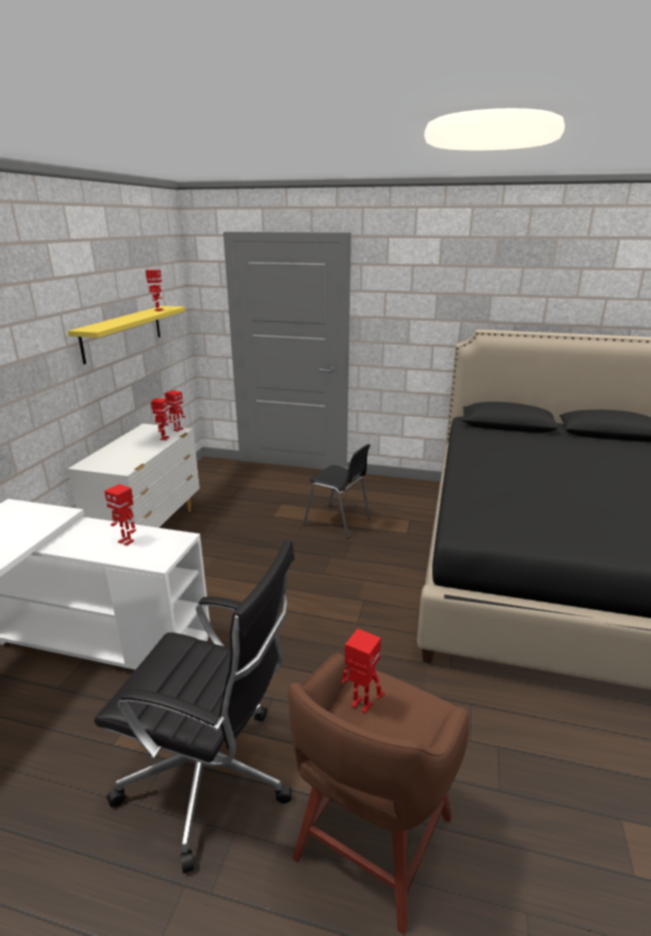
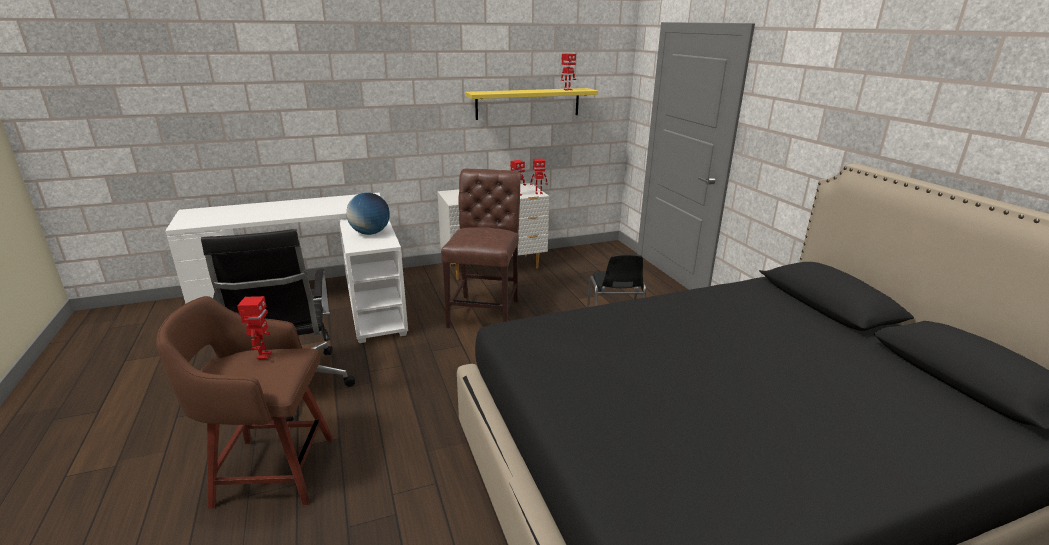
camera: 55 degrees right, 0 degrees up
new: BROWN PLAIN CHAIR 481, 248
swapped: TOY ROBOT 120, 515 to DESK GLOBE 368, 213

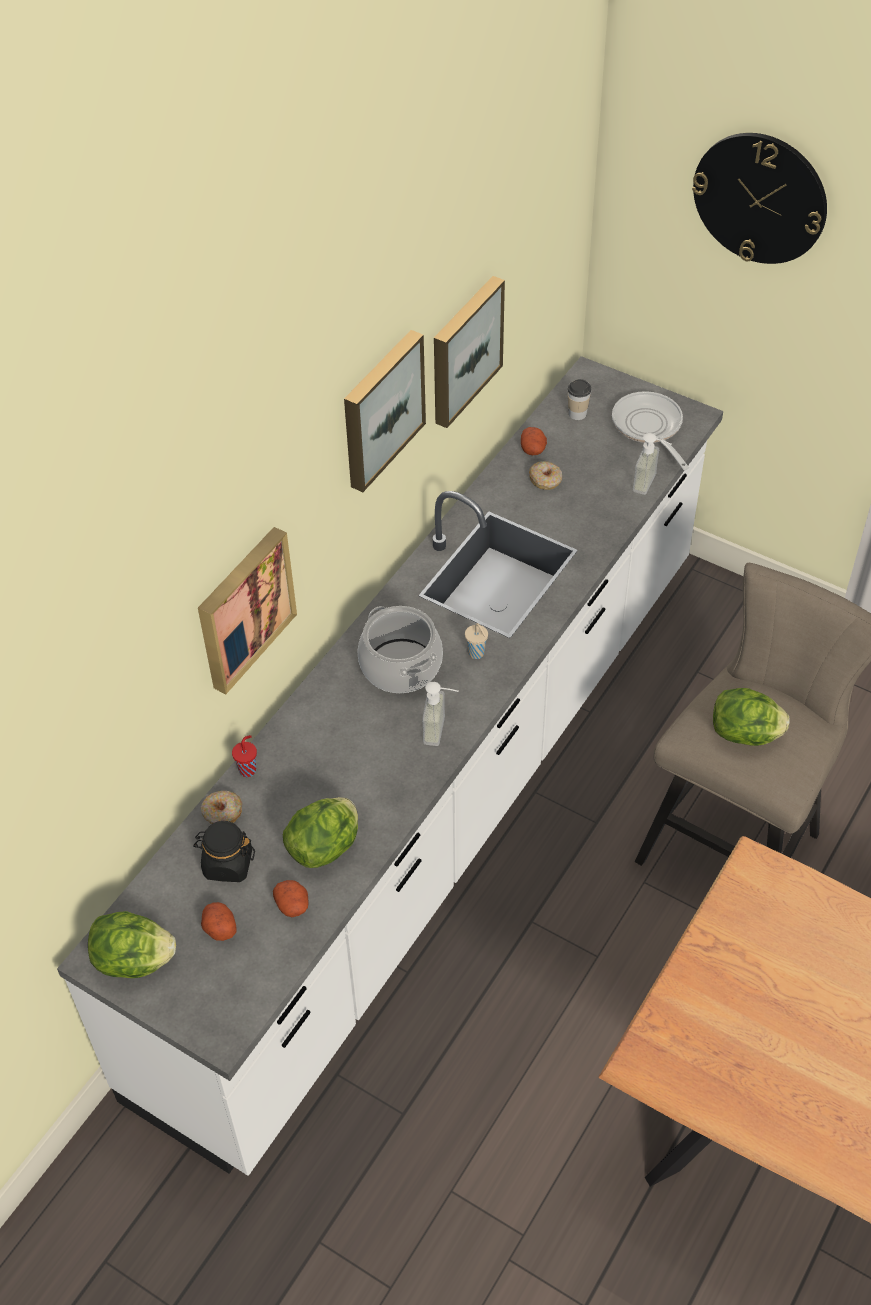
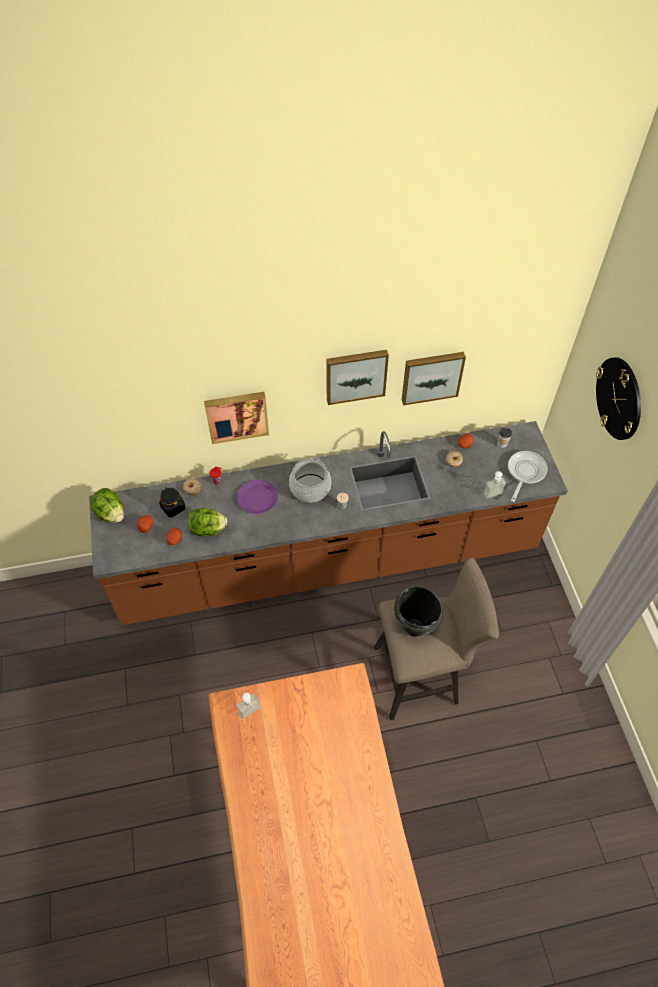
camera: 45 degrees right, 5 degrees up
new: PURPLE-COLOURED DINNER PLATE 257, 497
shifted: LIQUID SOAP BOTTLE 440, 714 to 248, 706
swapped: LETTUCE 751, 717 to BLACKISH COOKING POT 418, 611
repainted: WHITE COUNTER 390, 766 to BROWN COUNTER 328, 523

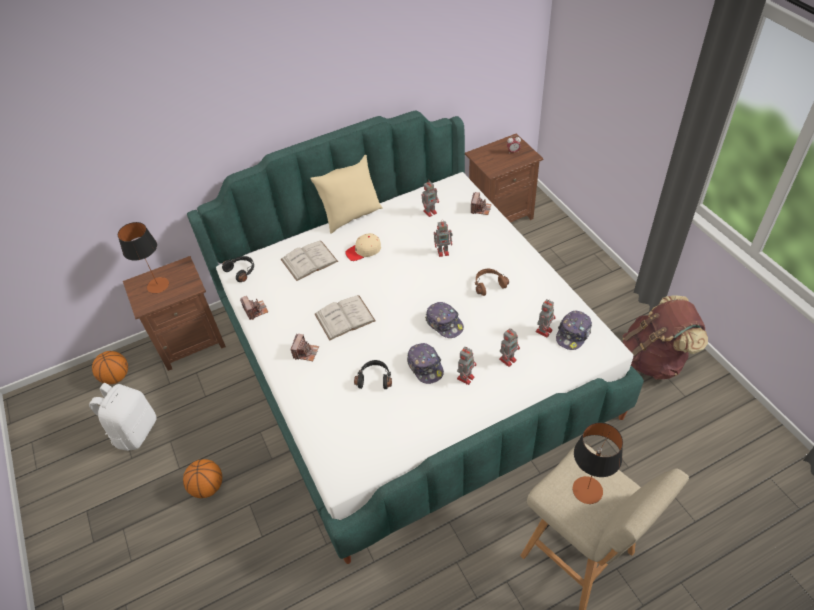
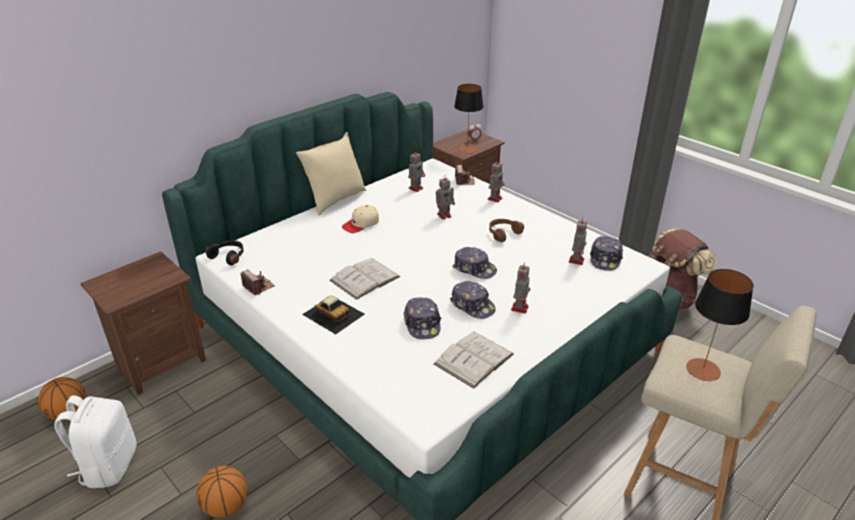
camera: 20 degrees left, 15 degrees down
shifted: TABLETOP LAMP 143, 258 to 468, 119; WHITE VOLUME 309, 260 to 474, 360; TOY ROBOT 509, 347 to 496, 181
swapped: PHOTO CAMERA 304, 347 to MINIATURE CAR 333, 315; BLACKISH HEADPHONES 373, 374 to PEAKED CAP 422, 318

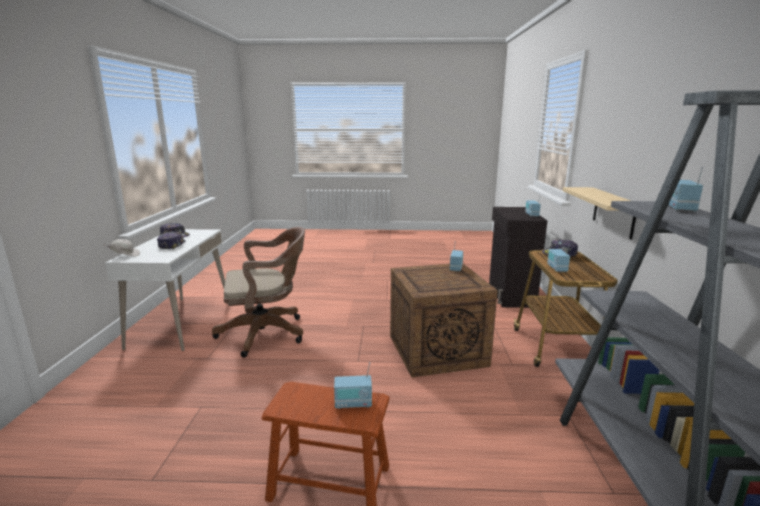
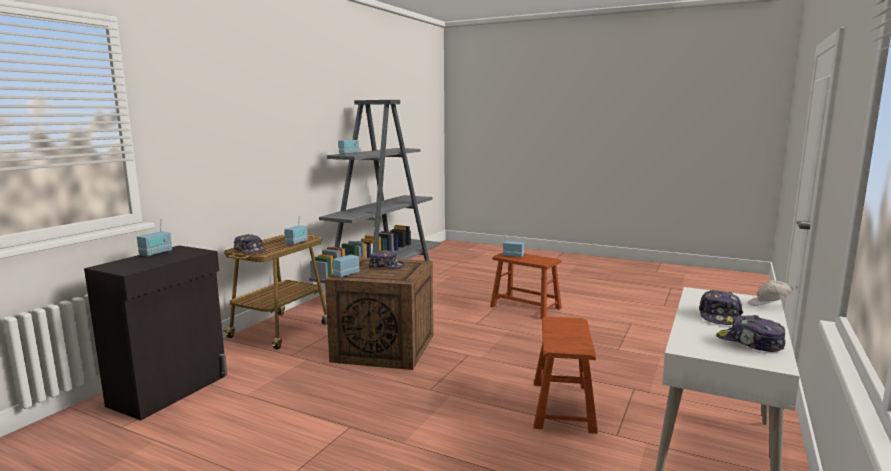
camera: 155 degrees left, 5 degrees down
gone: SAND-COLOURED WALL SHELF 599, 213
new: PEAKED CAP 387, 259
swapped: BROWN OFFICE CHAIR 258, 292 to BROWN STOOL SEAT 565, 375

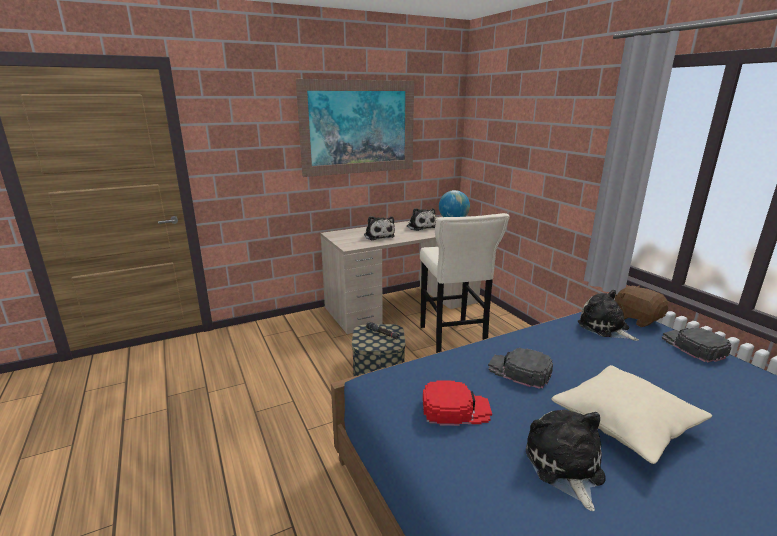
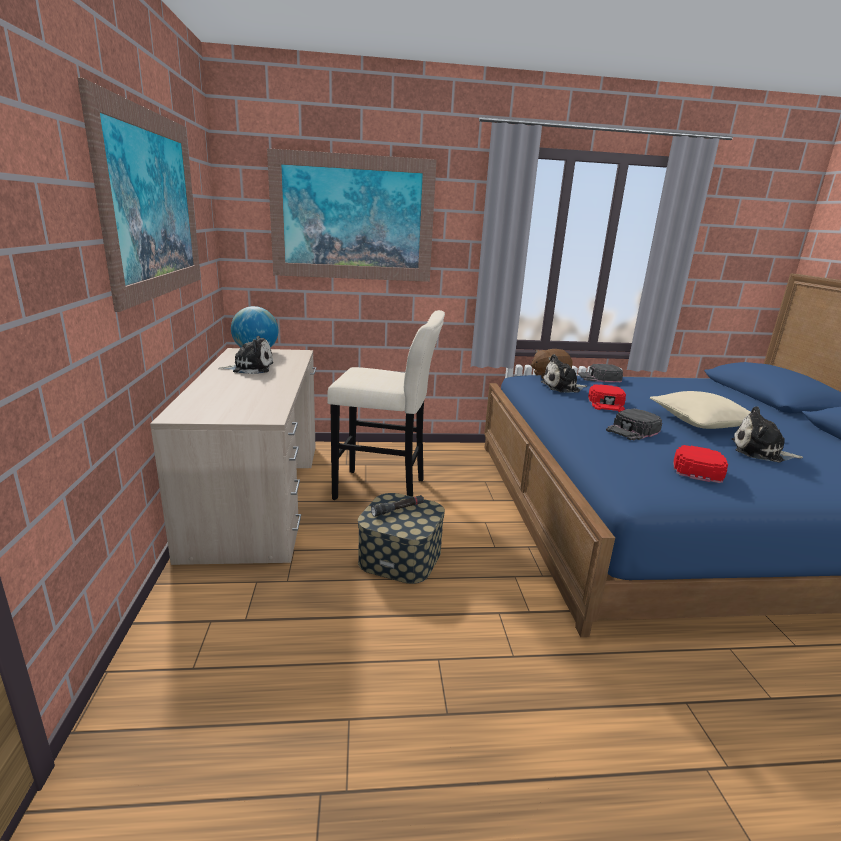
camera: 70 degrees left, 0 degrees up
gone: SOFT TOY 379, 228
new: WALL ART 351, 215; RED PEAKED CAP 607, 398

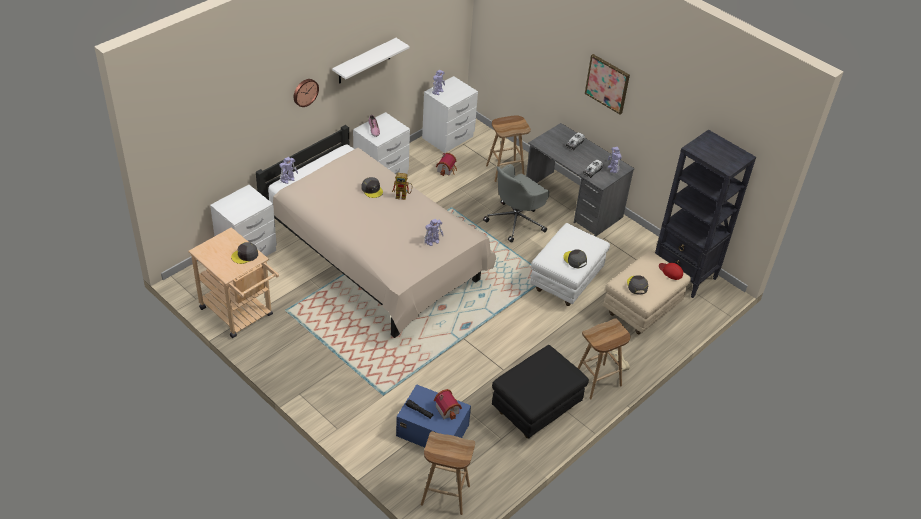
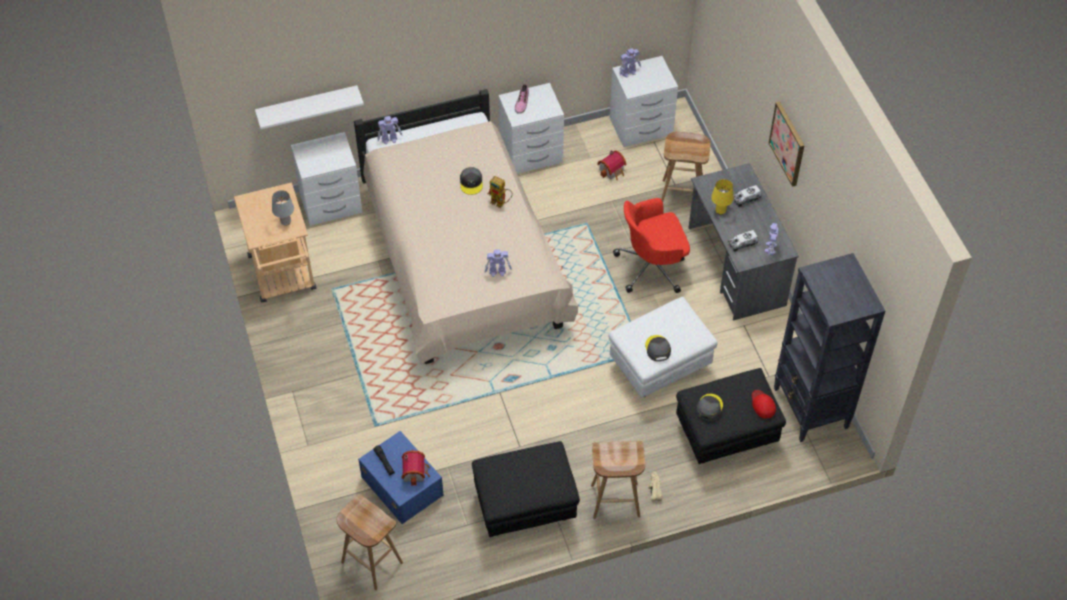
camera: 30 degrees right, 10 degrees up
gone: CLOCK ON THE WALL 306, 93
new: YELLOW-COLOURED TABLETOP LAMP 722, 196
shifted: WHITE WALL SHELF 371, 61 to 309, 107
swapped: GRAY PEAKED CAP 244, 253 to GRAY TABLETOP LAMP 283, 208
repainted: GRAY OFFICE CHAIR 516, 203 to RED OFFICE CHAIR 651, 245; SAND-COLOURED POUFFE 647, 292 to BLACKISH POUFFE 731, 416

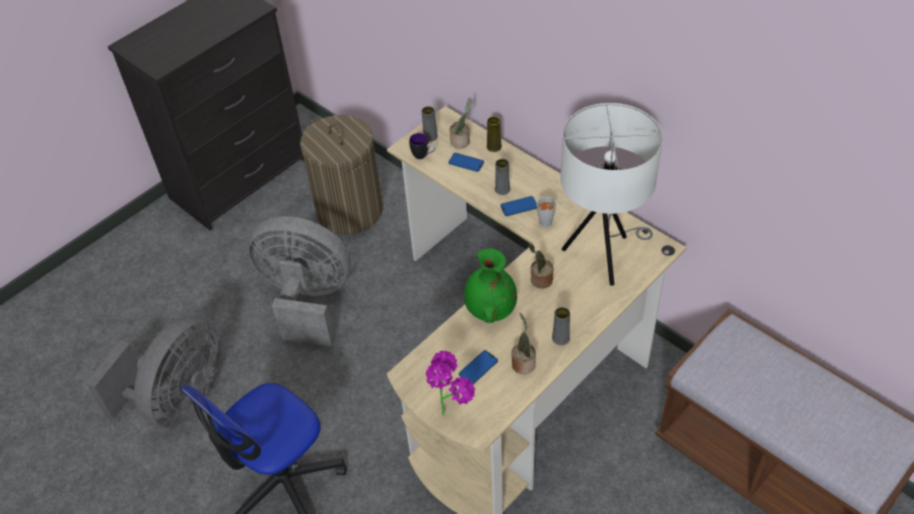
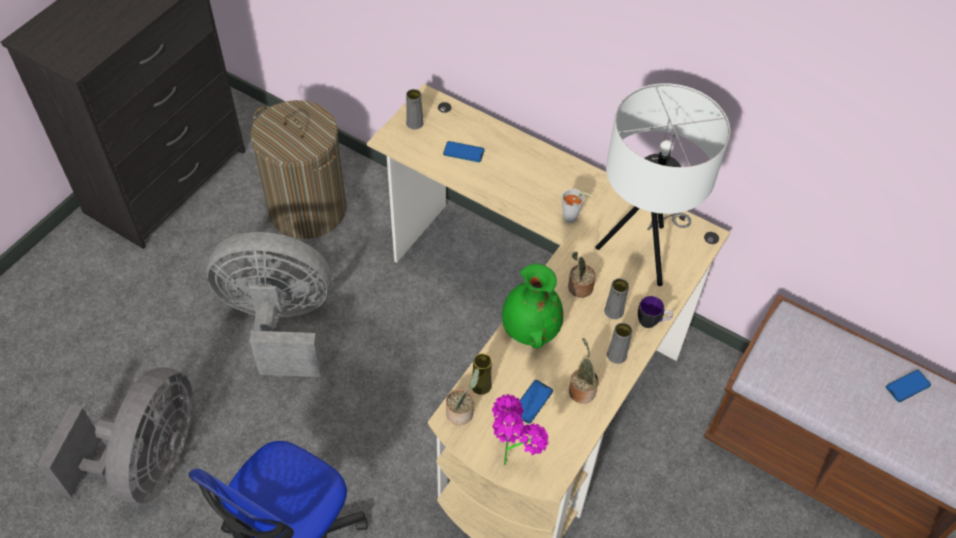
camera: 15 degrees left, 5 degrees up
shifted: MUG 422, 146 to 655, 312; PLANT IN A POT 460, 123 to 462, 396; YELLOW-COLOURED DECORATIVE VASE 494, 134 to 482, 374; GRAY DECORATIVE VASE 502, 177 to 616, 298; PHONE 519, 206 to 908, 386

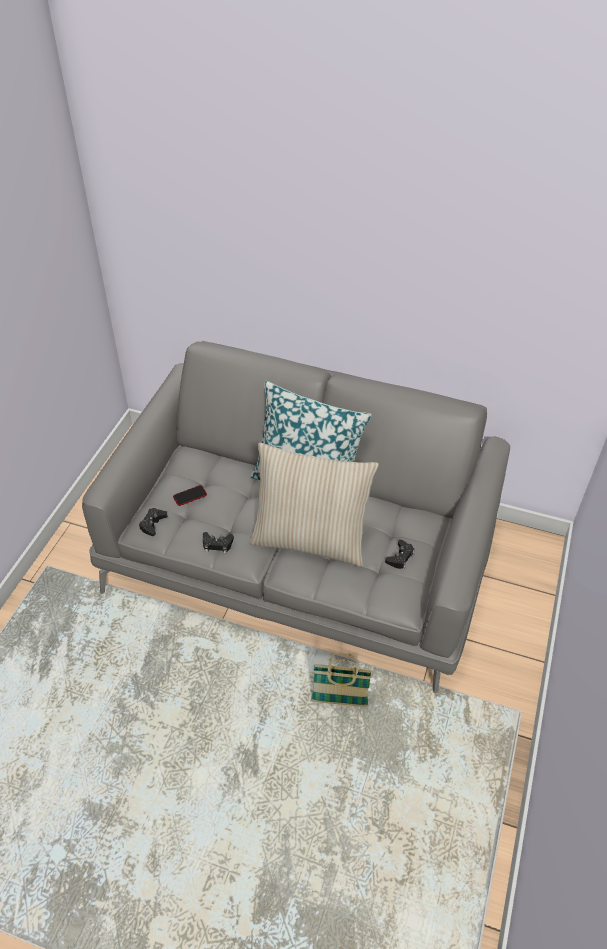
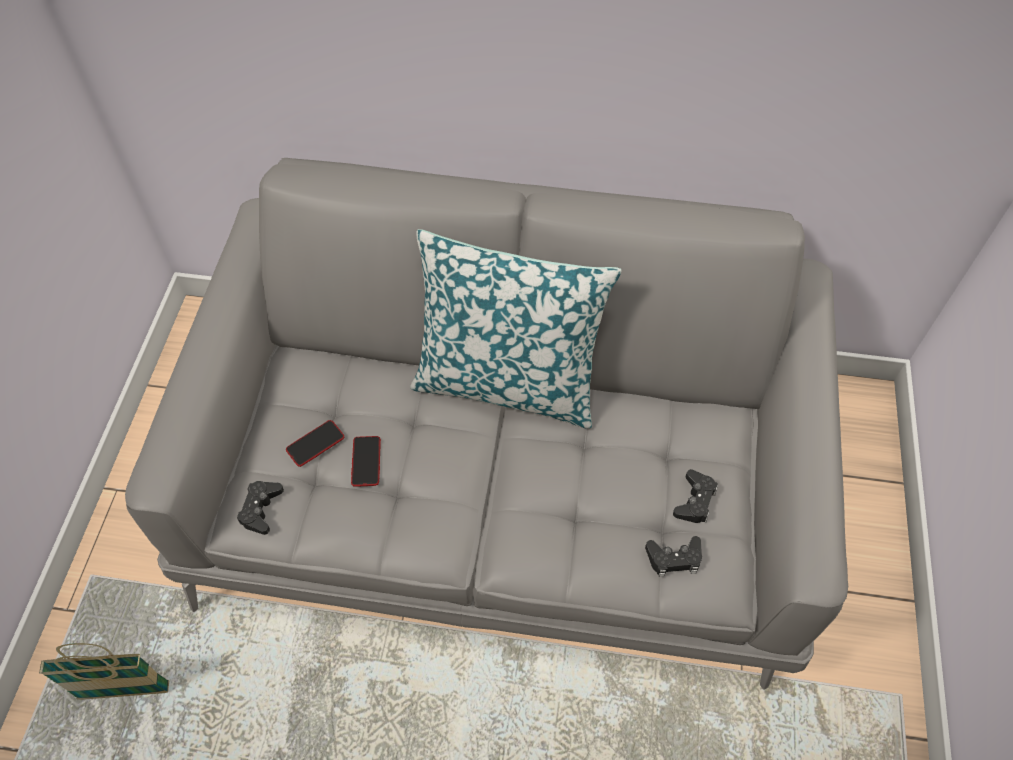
camera: 10 degrees left, 10 degrees up
gone: SAND-COLOURED THROW PILLOW 314, 505
new: PHONE 366, 461
shifted: BLACKISH GAME CONTROLLER 218, 542 to 673, 556; BASKET 342, 680 to 104, 671

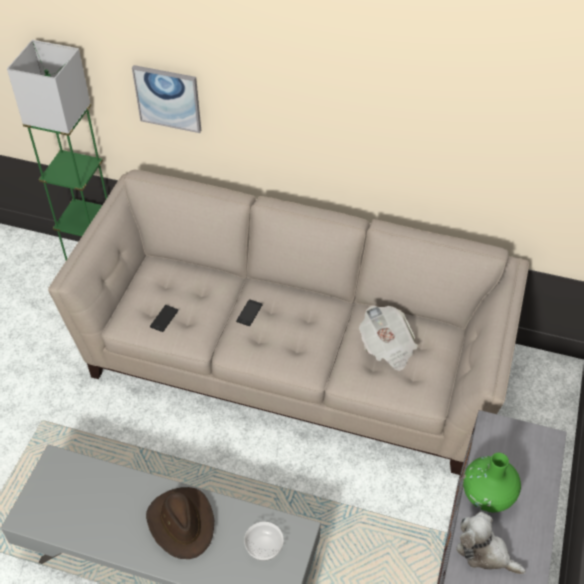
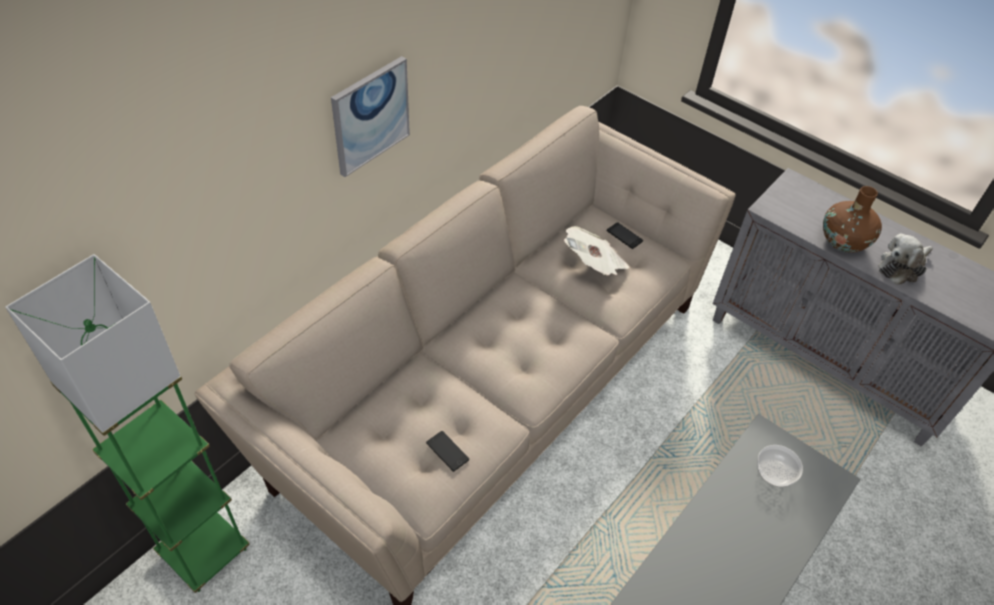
camera: 70 degrees left, 0 degrees up
gone: BROWN HAT 180, 523
shifted: WALL ART 166, 99 to 370, 116; PHONE 249, 312 to 625, 235
repainted: GREEN-COLOURED DECORATIVE VASE 492, 482 to BROWN DECORATIVE VASE 852, 219

